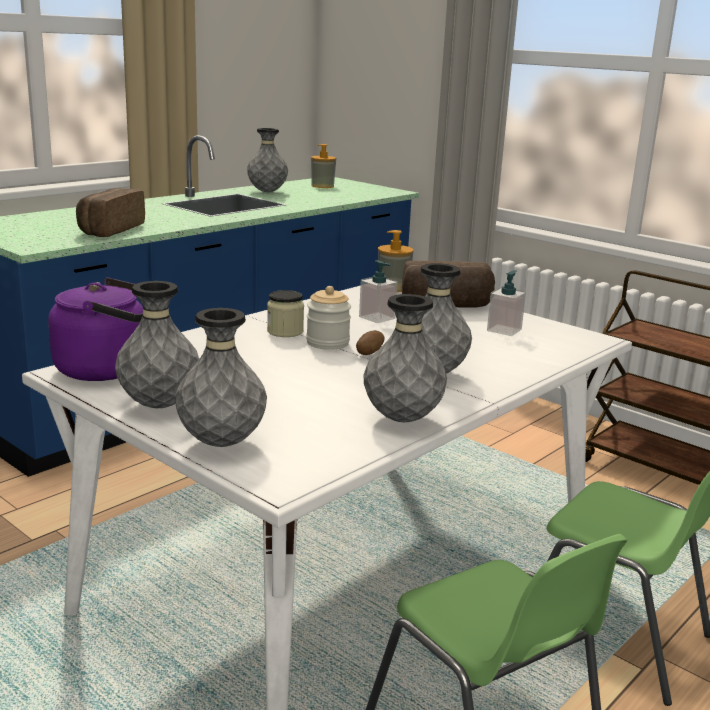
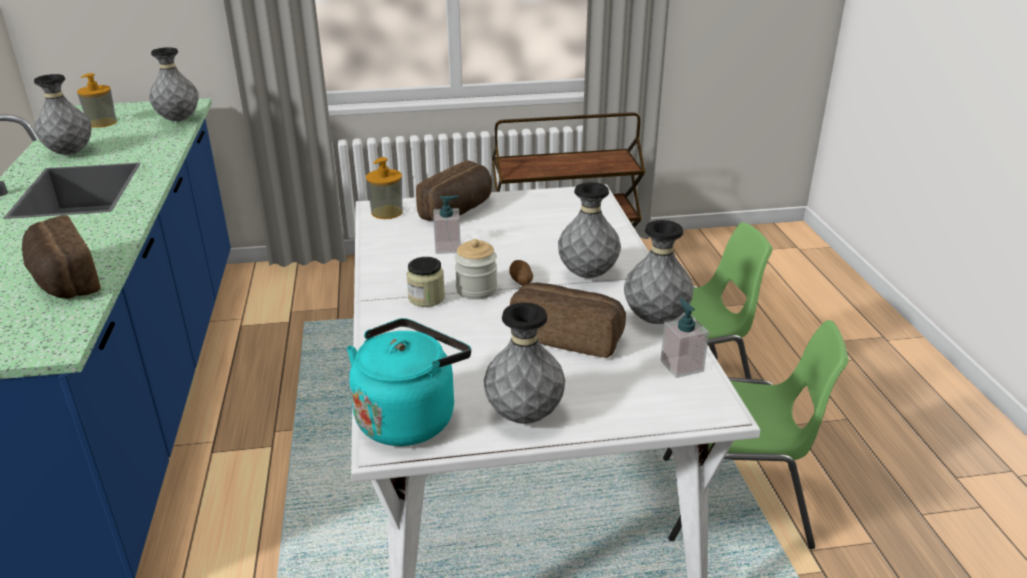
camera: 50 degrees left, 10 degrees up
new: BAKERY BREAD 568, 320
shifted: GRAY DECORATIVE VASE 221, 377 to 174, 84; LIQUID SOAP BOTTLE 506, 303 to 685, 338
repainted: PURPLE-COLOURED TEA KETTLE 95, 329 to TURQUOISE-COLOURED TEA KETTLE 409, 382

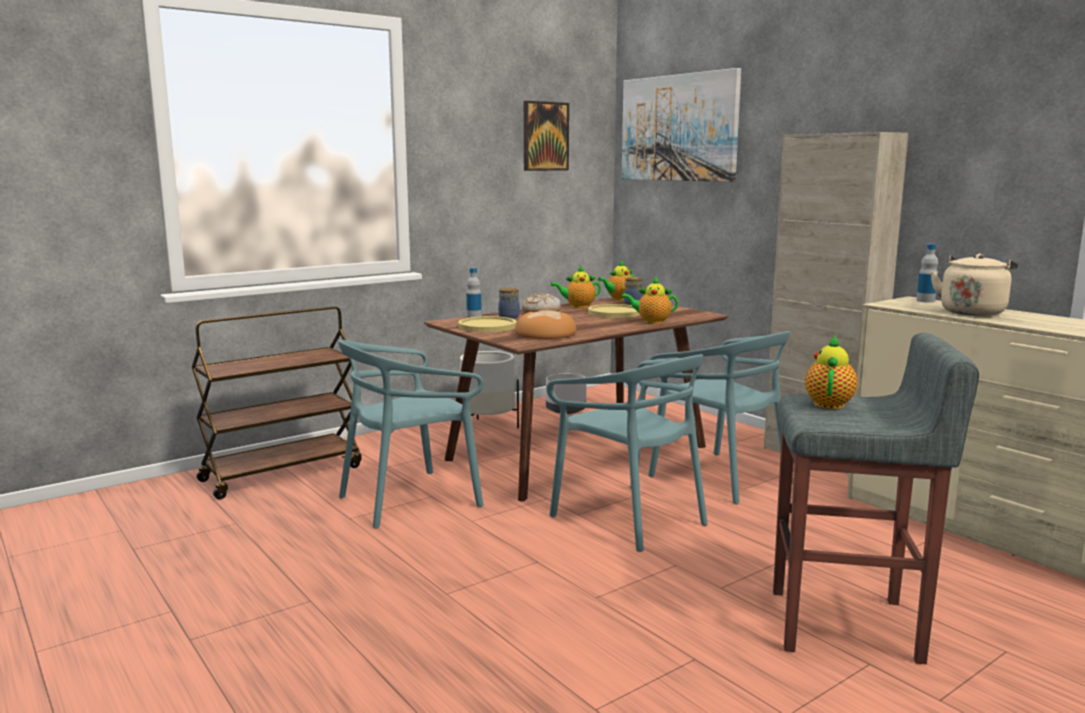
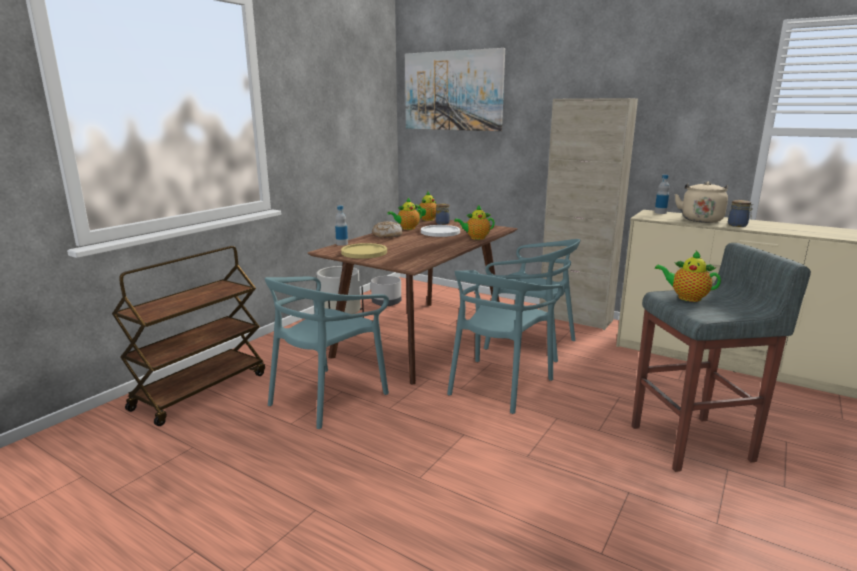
camera: 20 degrees left, 5 degrees up
gone: BAKERY BREAD 546, 324; WALL ART 546, 136
shifted: JAR 509, 303 to 740, 213
repainted: YELLOW-COLOURED DINNER PLATE 614, 311 to WHITE DINNER PLATE 440, 231
rotated: TURQUOISE-COLOURED PLAIN CHAIR 627, 453 = 505, 342 90 degrees clockwise; POT FOR TEA 831, 372 = 688, 276 60 degrees counterclockwise

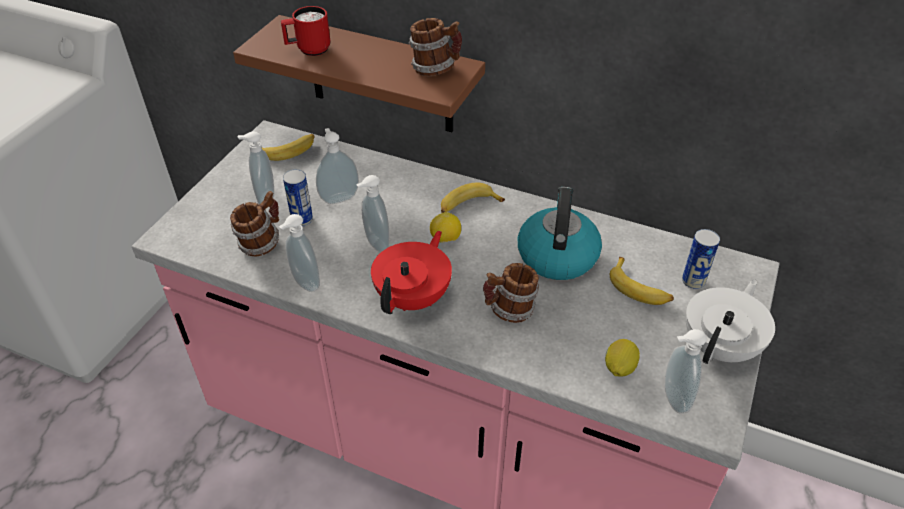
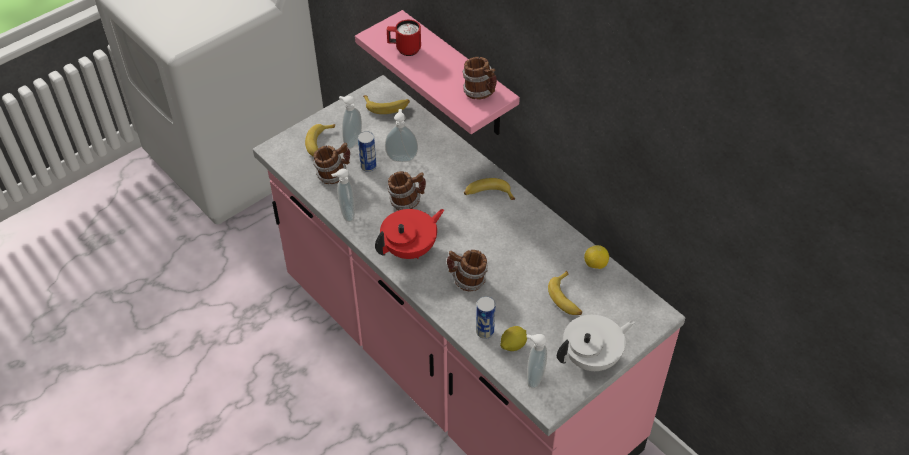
camera: 25 degrees right, 5 degrees up
gone: TEA KETTLE 560, 233
new: BANANA 320, 140
shifted: WHOLE LEMON 445, 227 to 596, 257; SEALED CAN 701, 259 to 486, 317
swapped: LIQUID SOAP BOTTLE 372, 213 to MUG 406, 190
repainted: BROWN WALL SHELF 359, 73 to PINK WALL SHELF 437, 72

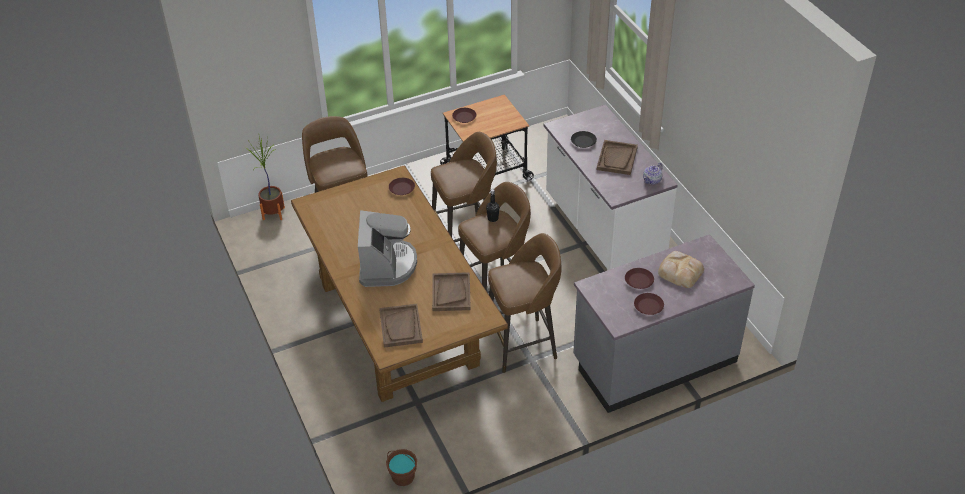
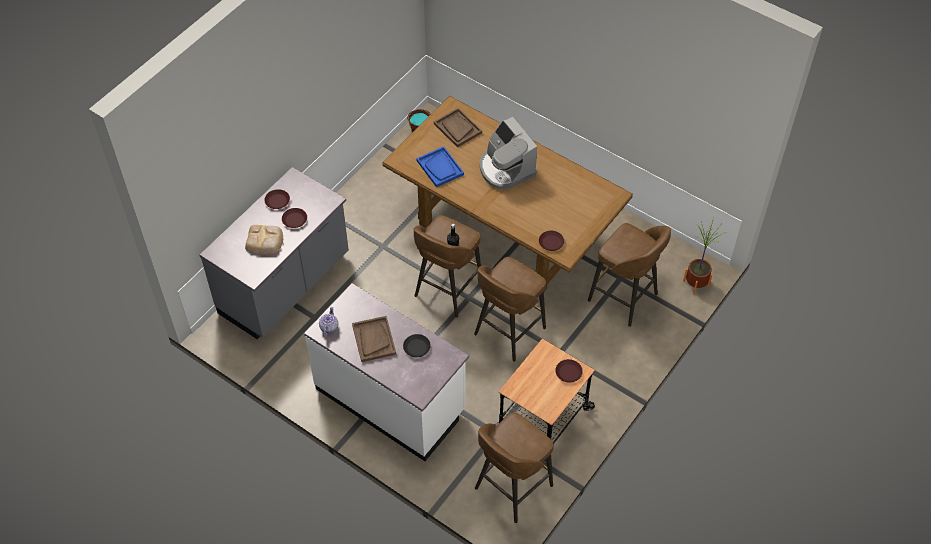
camera: 150 degrees right, 10 degrees up
shifted: BROWN STOOL SEAT 525, 303 to 514, 467
repainted: BROWN CARRYING TRAY 451, 291 to BLUE-COLOURED CARRYING TRAY 440, 166

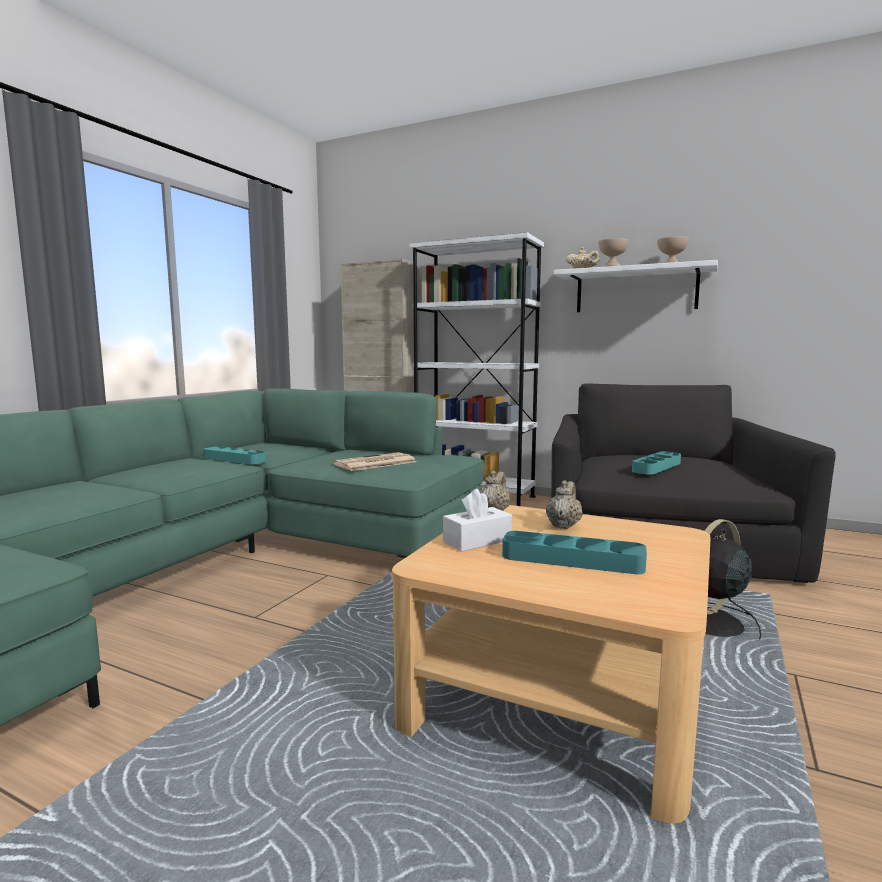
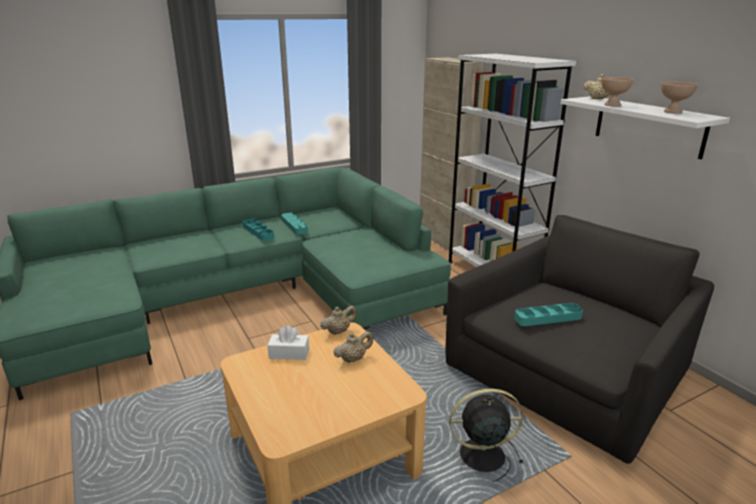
camera: 35 degrees right, 15 degrees up
gone: NEWSPAPER 374, 461
shifted: TURQUOISE-COLOURED CARRYING TRAY 574, 552 to 258, 230

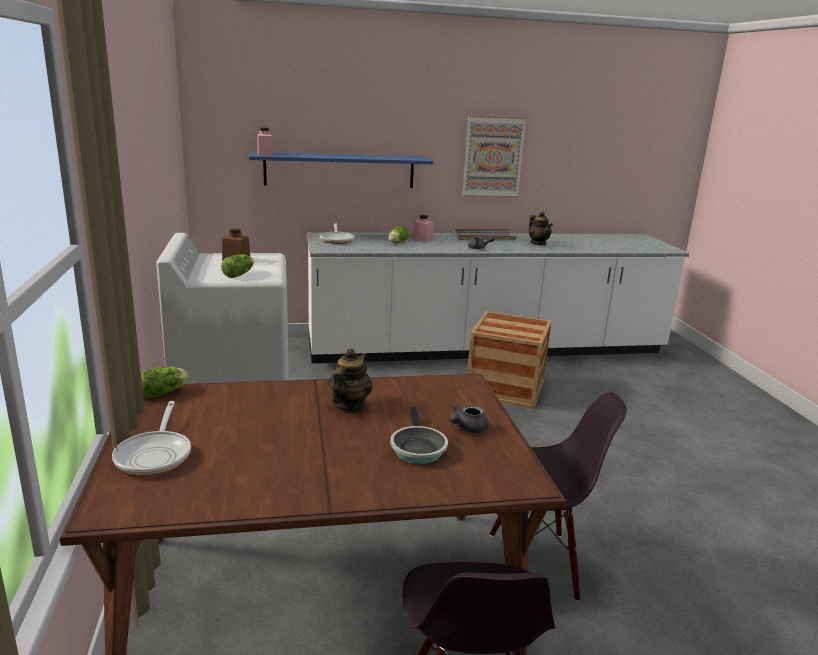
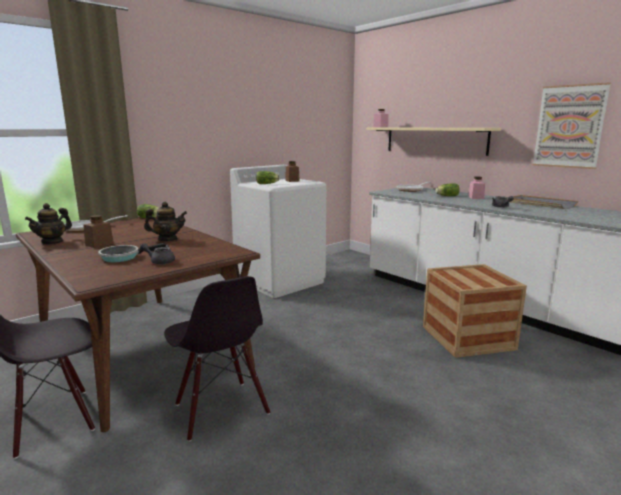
camera: 60 degrees right, 5 degrees down
new: BROWN JAR 98, 231
shifted: POT FOR TEA 540, 229 to 48, 224
repainted: BLUE-COLOURED WALL SHELF 341, 170 to SAND-COLOURED WALL SHELF 433, 142

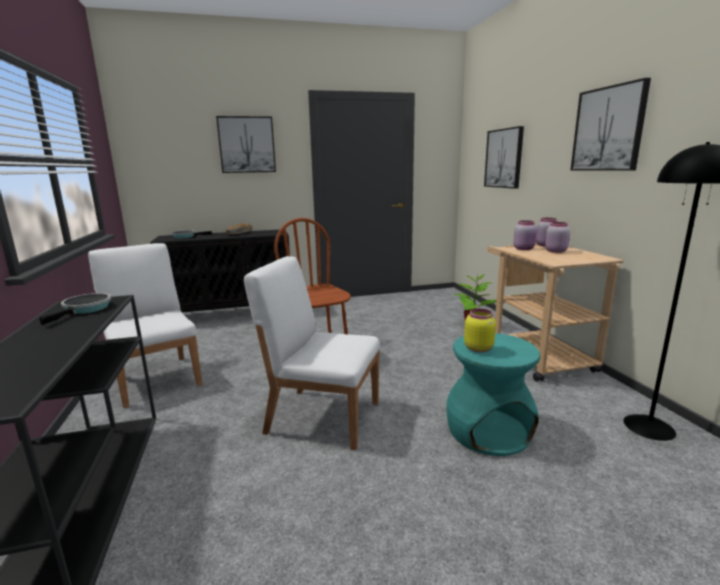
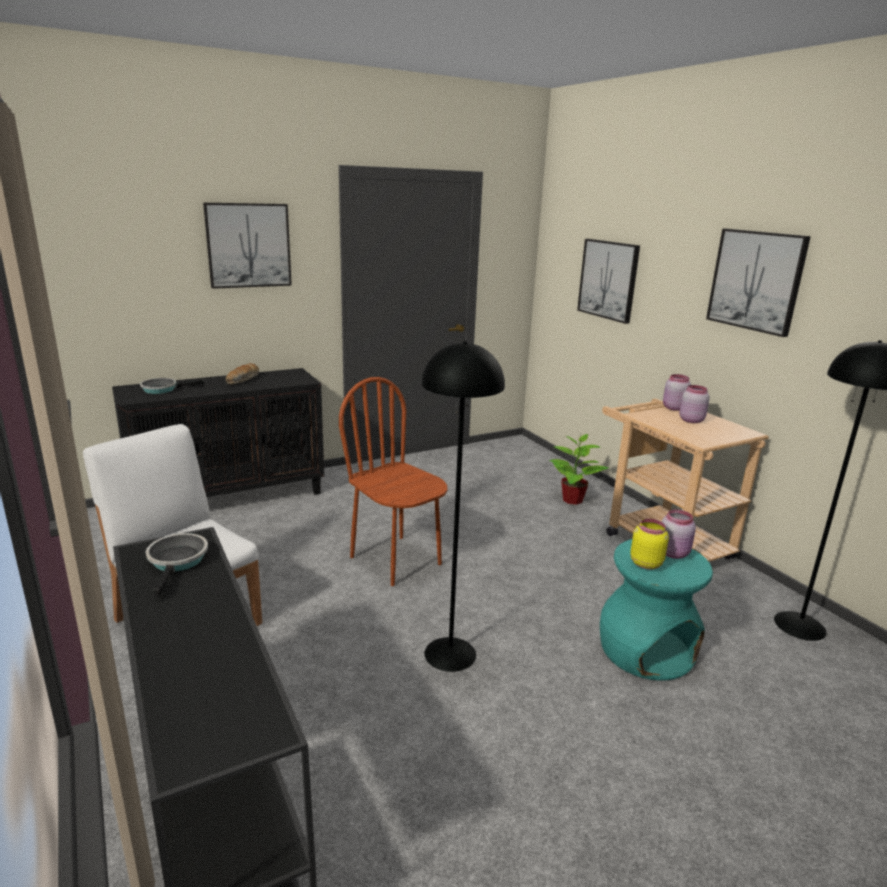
camera: 15 degrees left, 5 degrees up
shifted: PINK JAR 525, 235 to 679, 534
swapped: WHITE PLAIN CHAIR 312, 353 to BLACKISH FLOOR LAMP 463, 506

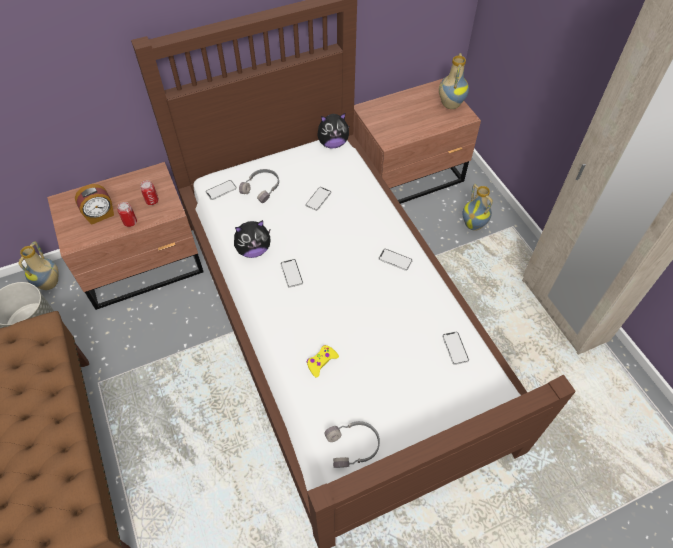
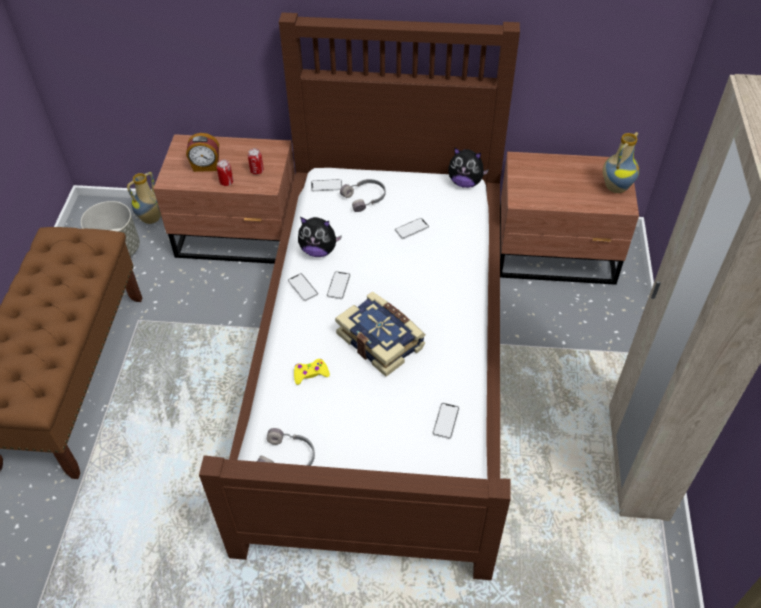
camera: 30 degrees right, 5 degrees down
gone: DECORATIVE VASE 477, 207
new: VOLUME 380, 334
shifted: PHONE 395, 260 to 303, 287

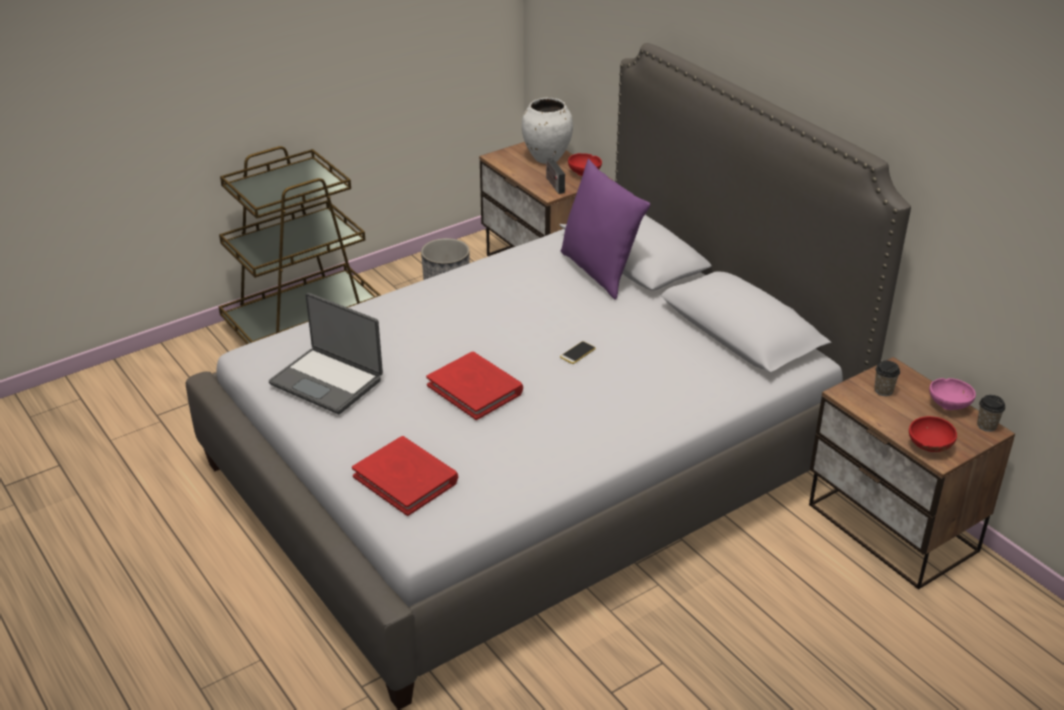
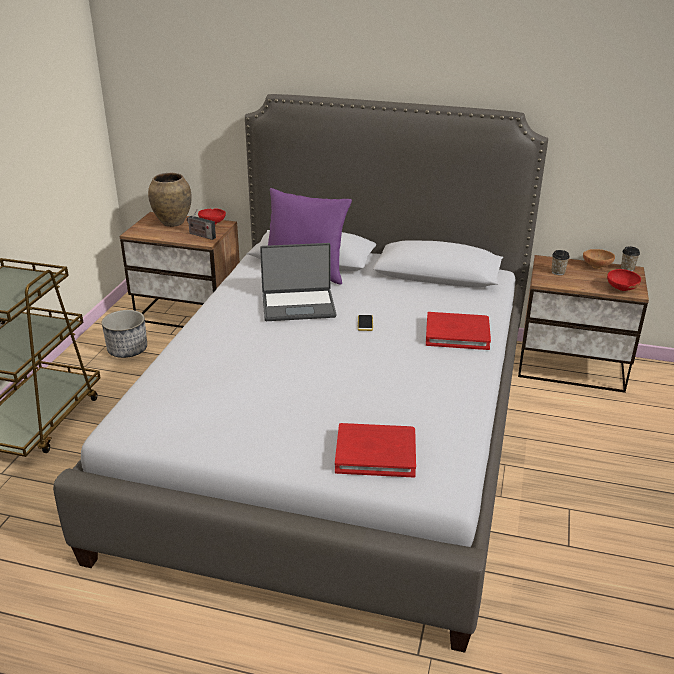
camera: 40 degrees left, 5 degrees down
shifted: PORTABLE COMPUTER 326, 353 to 298, 282; RED VOLUME 474, 386 to 458, 331
repainted: WHITE DECORATIVE VASE 547, 131 to BROWN DECORATIVE VASE 170, 200; PINK BOWL 952, 394 to BROWN BOWL 599, 259

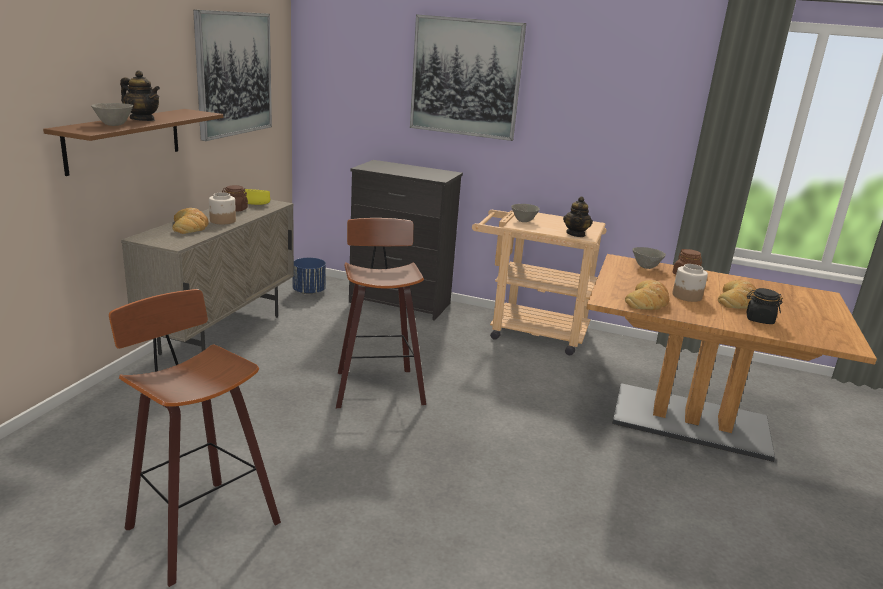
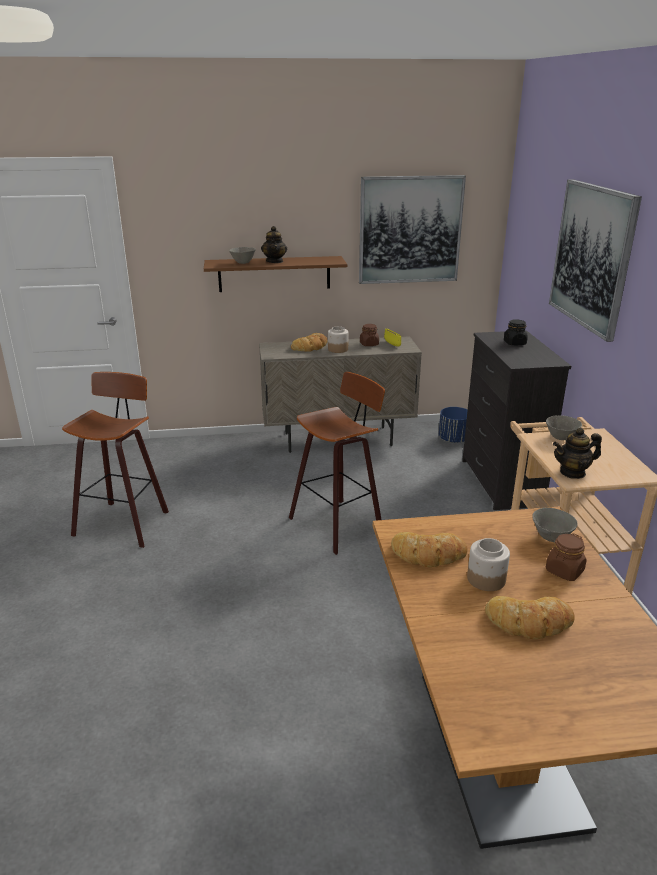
camera: 65 degrees right, 5 degrees up
shifted: BLACKISH JAR 765, 306 to 516, 332

